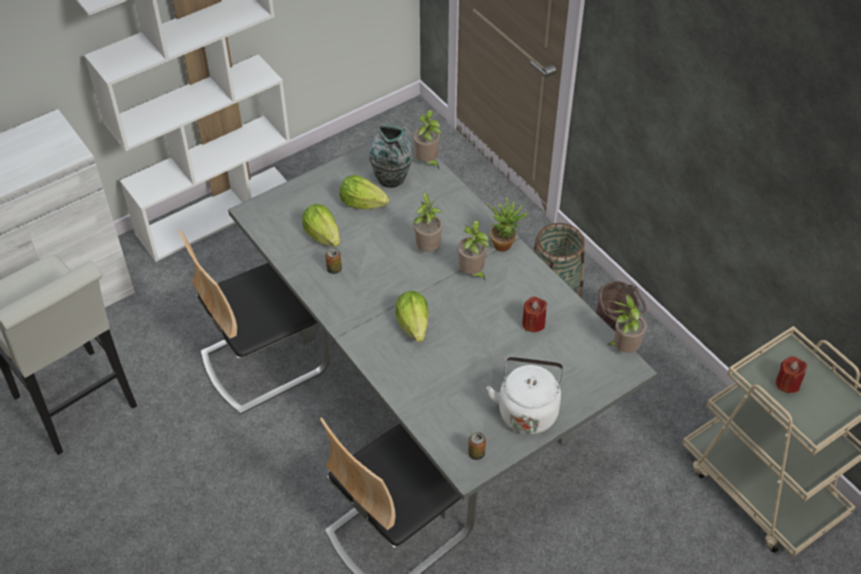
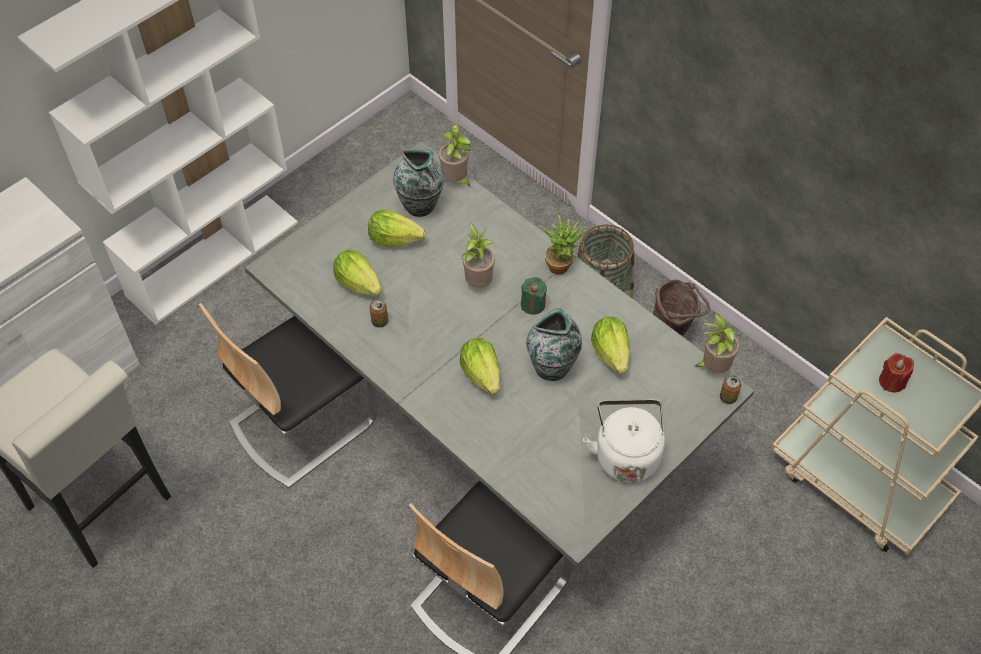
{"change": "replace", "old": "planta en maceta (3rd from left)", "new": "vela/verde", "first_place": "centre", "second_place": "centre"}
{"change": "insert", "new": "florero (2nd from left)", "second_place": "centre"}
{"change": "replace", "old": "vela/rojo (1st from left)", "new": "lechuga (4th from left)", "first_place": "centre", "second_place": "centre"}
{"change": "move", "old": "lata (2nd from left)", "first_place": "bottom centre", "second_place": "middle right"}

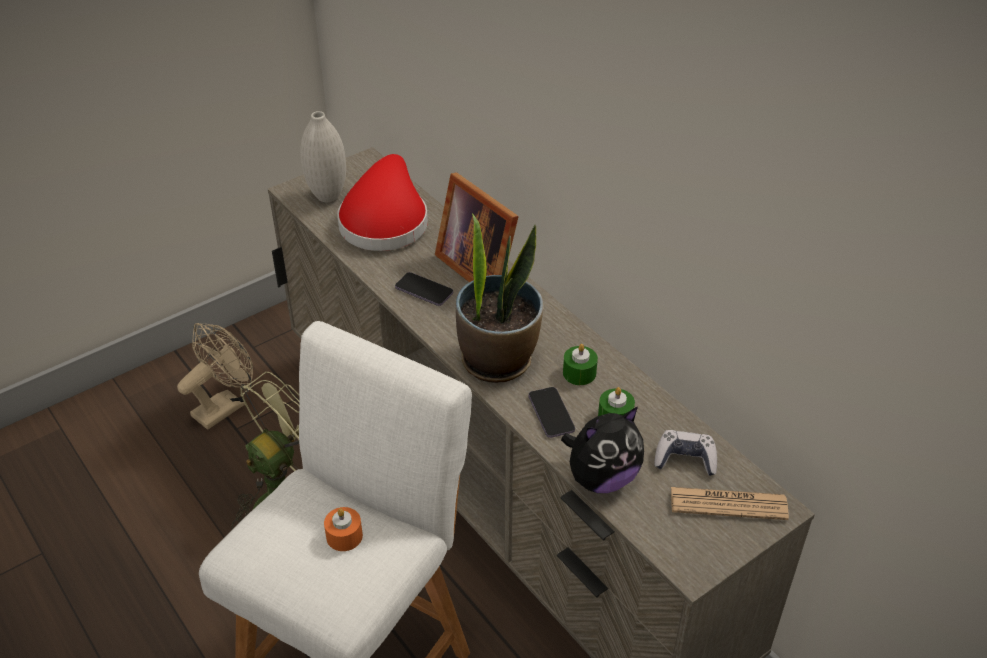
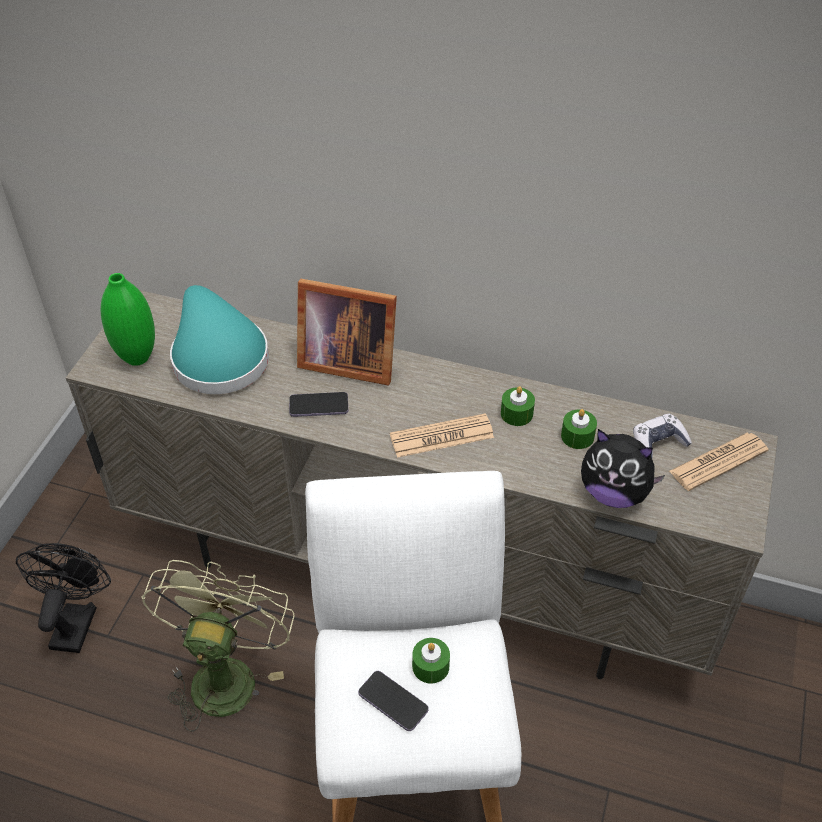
{"change": "recolor", "old": "ventilador/beis", "new": "ventilador/negro", "first_place": "middle left", "second_place": "bottom left"}
{"change": "recolor", "old": "florero/blanco", "new": "florero/verde", "first_place": "top left", "second_place": "middle left"}
{"change": "recolor", "old": "sombrero/rojo", "new": "sombrero/turquesa", "first_place": "top centre", "second_place": "middle left"}
{"change": "move", "old": "móvil (2nd from left)", "first_place": "centre", "second_place": "bottom centre"}
{"change": "replace", "old": "planta en maceta", "new": "periódico (1st from left)", "first_place": "centre", "second_place": "centre"}
{"change": "recolor", "old": "vela/naranja", "new": "vela/verde (1st from left)", "first_place": "bottom centre", "second_place": "bottom centre"}
{"change": "rotate", "old": "peluche", "first_place": "bottom centre", "second_place": "middle right", "degrees": 90}

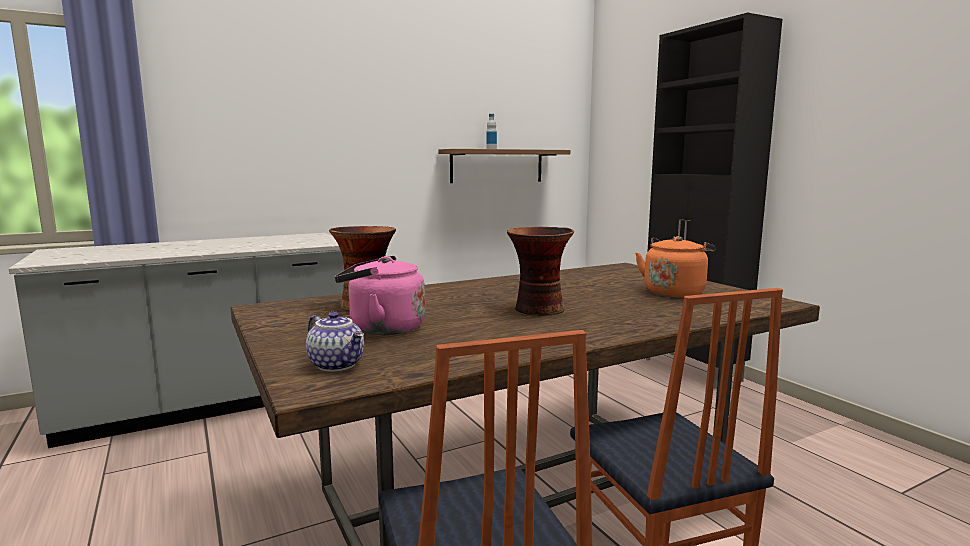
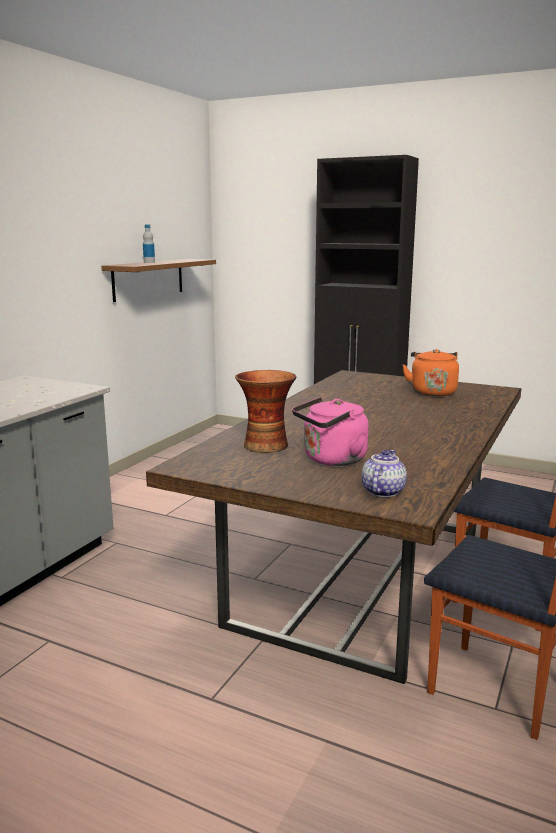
{"change": "rotate", "old": "tetera", "first_place": "centre", "second_place": "middle right", "degrees": -75}
{"change": "delete", "old": "florero (2nd from left)", "first_place": "centre"}

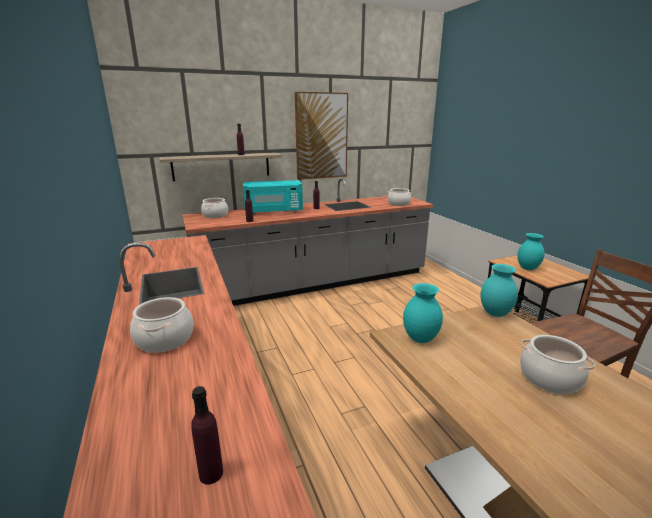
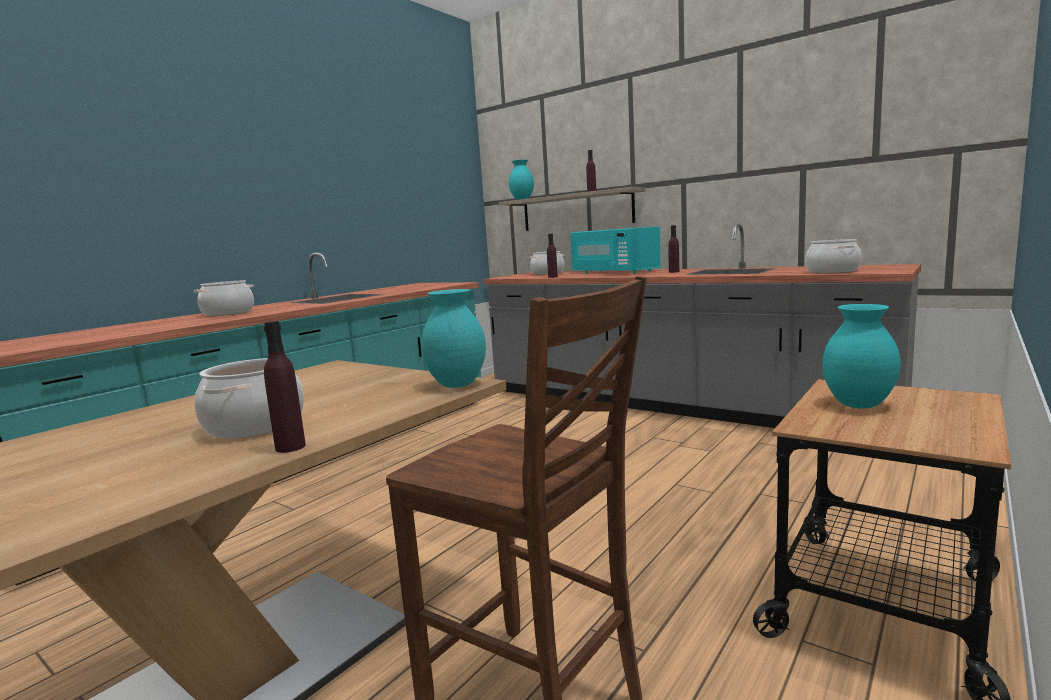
{"change": "move", "old": "botella/morado (1st from left)", "first_place": "bottom left", "second_place": "middle left"}
{"change": "move", "old": "florero/turquesa (1st from left in the first image)", "new": "florero/turquesa (2nd from left)", "first_place": "centre", "second_place": "top centre"}
{"change": "delete", "old": "cuadro", "first_place": "top centre"}

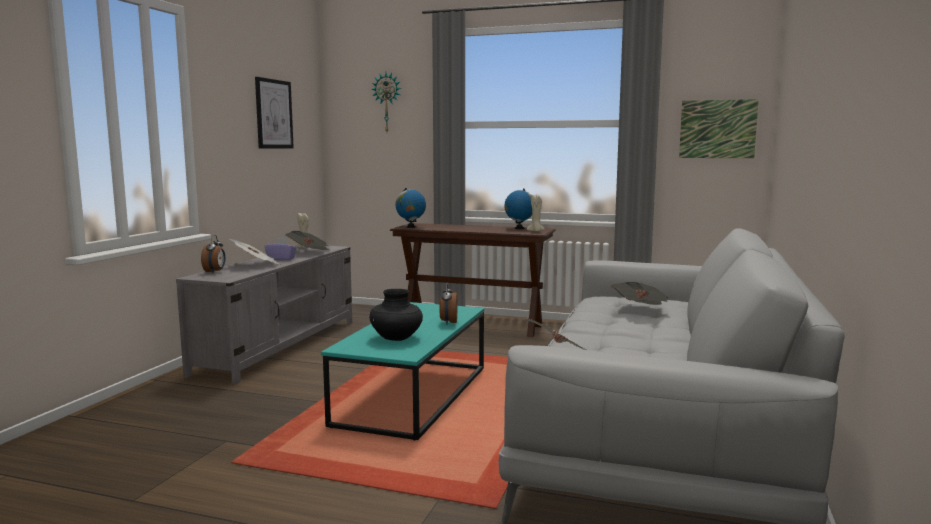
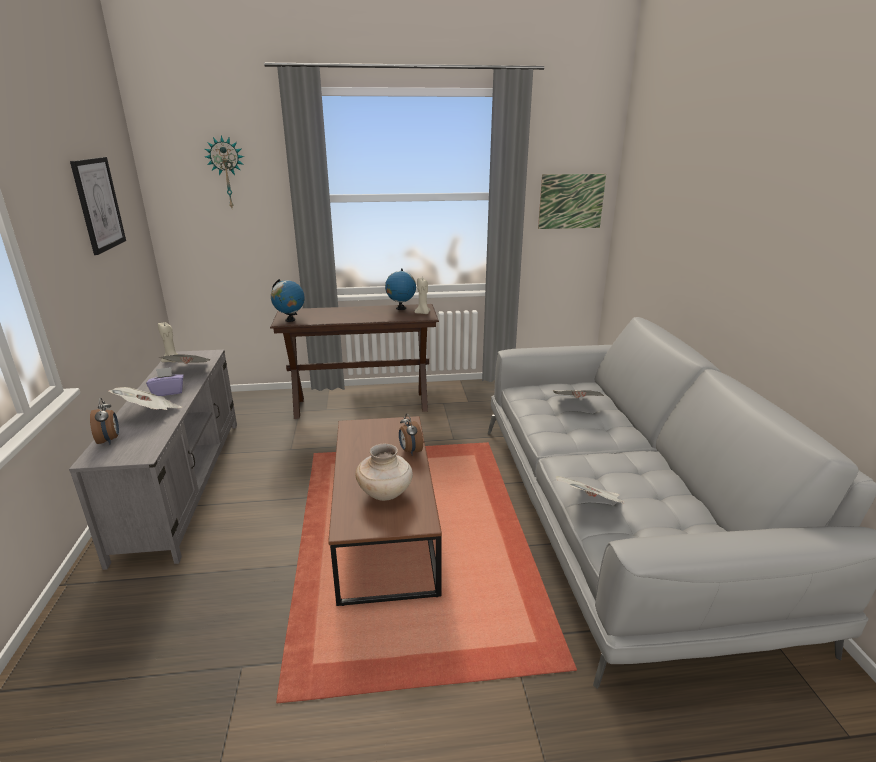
{"change": "recolor", "old": "mesa de centro/turquesa", "new": "mesa de centro/marrón", "first_place": "bottom centre", "second_place": "bottom centre"}
{"change": "recolor", "old": "florero/negro", "new": "florero/beis", "first_place": "centre", "second_place": "centre"}

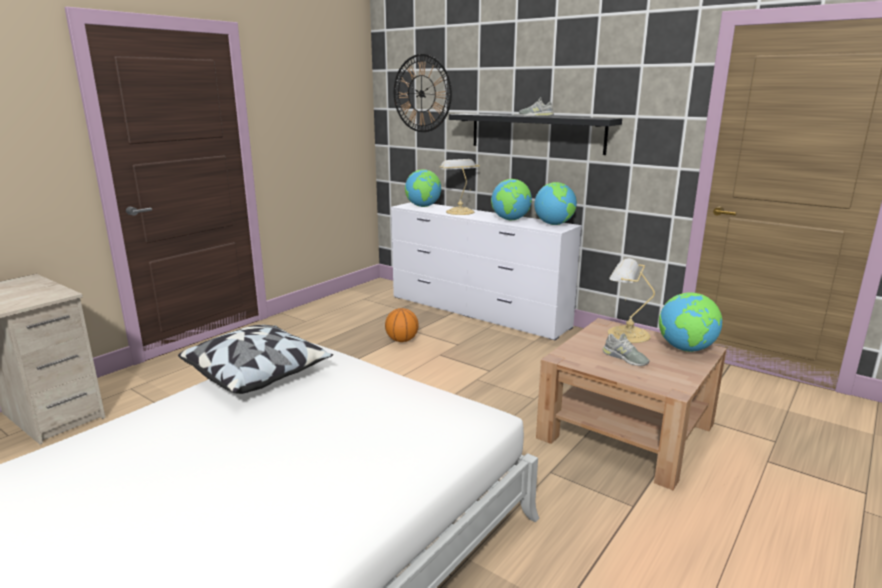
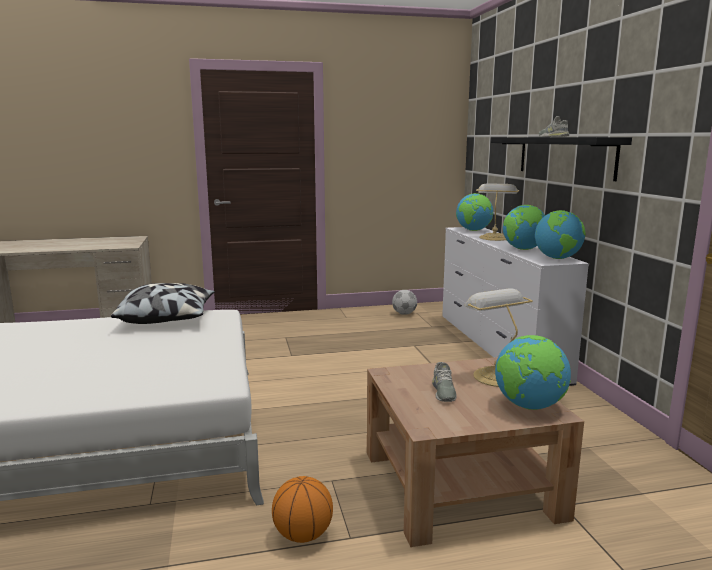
{"change": "move", "old": "balón de baloncesto", "first_place": "centre", "second_place": "bottom centre"}
{"change": "insert", "new": "balón de fútbol", "second_place": "centre"}
{"change": "delete", "old": "reloj de pared", "first_place": "top centre"}

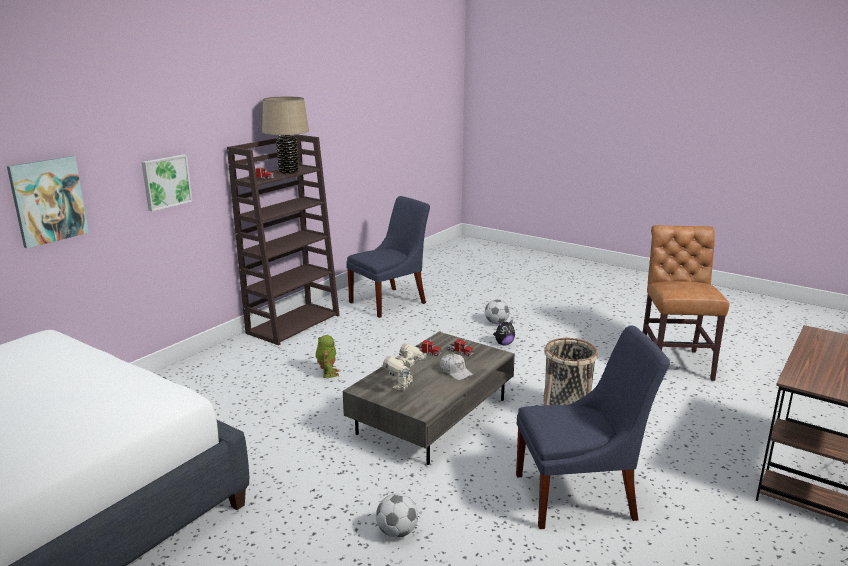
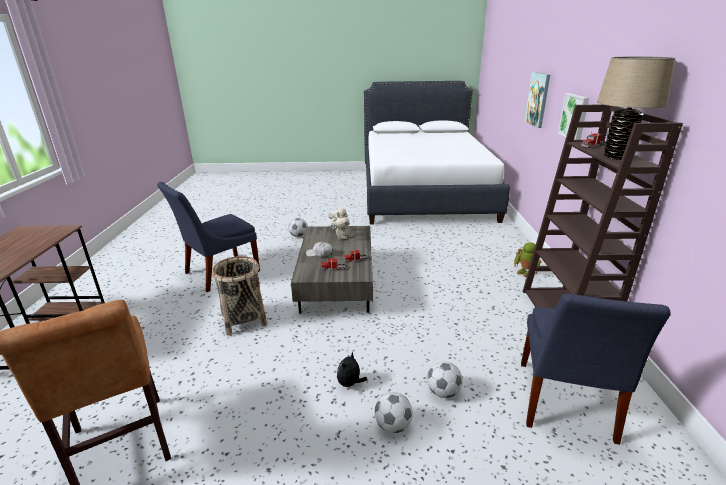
{"change": "insert", "new": "balón de fútbol (3rd from left)", "second_place": "bottom centre"}
{"change": "move", "old": "robot de juguete (1st from left in the first image)", "new": "robot de juguete (2nd from left)", "first_place": "centre", "second_place": "middle right"}

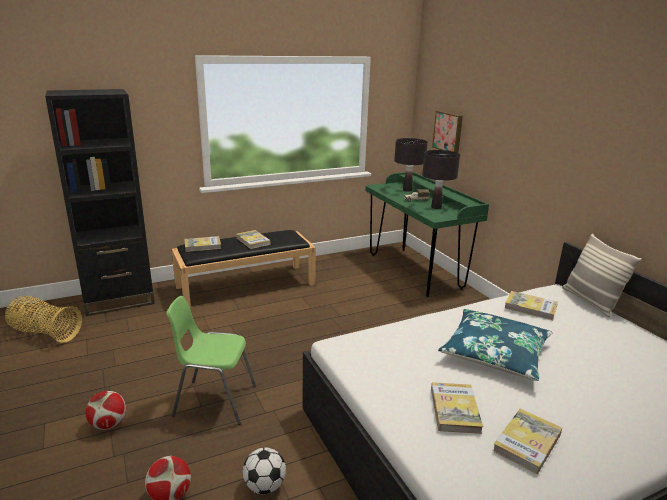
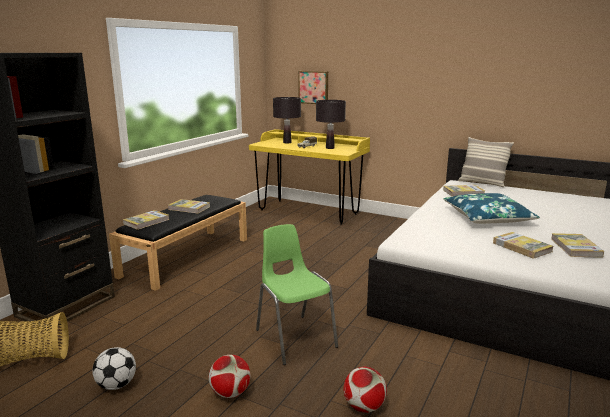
{"change": "move", "old": "balón de fútbol (3rd from left in the first image)", "new": "balón de fútbol (1st from left)", "first_place": "bottom centre", "second_place": "bottom left"}
{"change": "recolor", "old": "escritorio/verde", "new": "escritorio/amarillo", "first_place": "centre", "second_place": "centre"}
{"change": "rotate", "old": "silla/verde", "first_place": "bottom left", "second_place": "bottom centre", "degrees": 90}

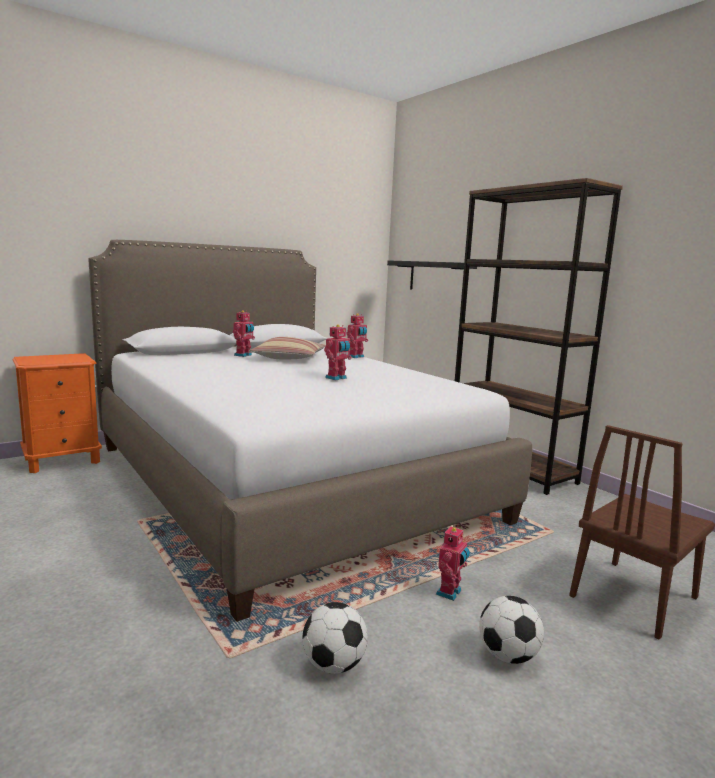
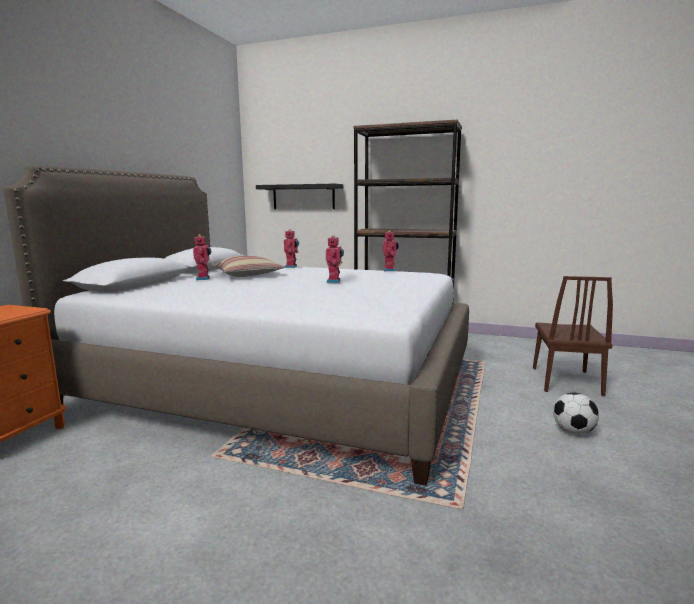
{"change": "move", "old": "robot de juguete (4th from left)", "first_place": "bottom centre", "second_place": "centre"}
{"change": "delete", "old": "balón de fútbol (1st from left)", "first_place": "bottom centre"}

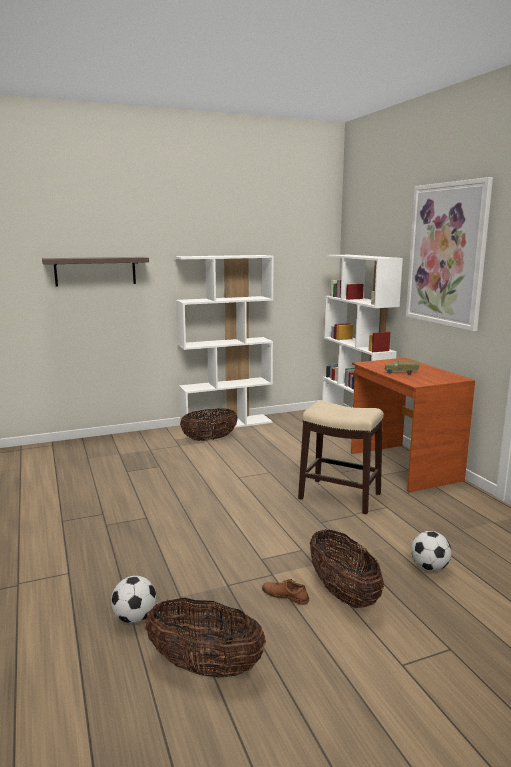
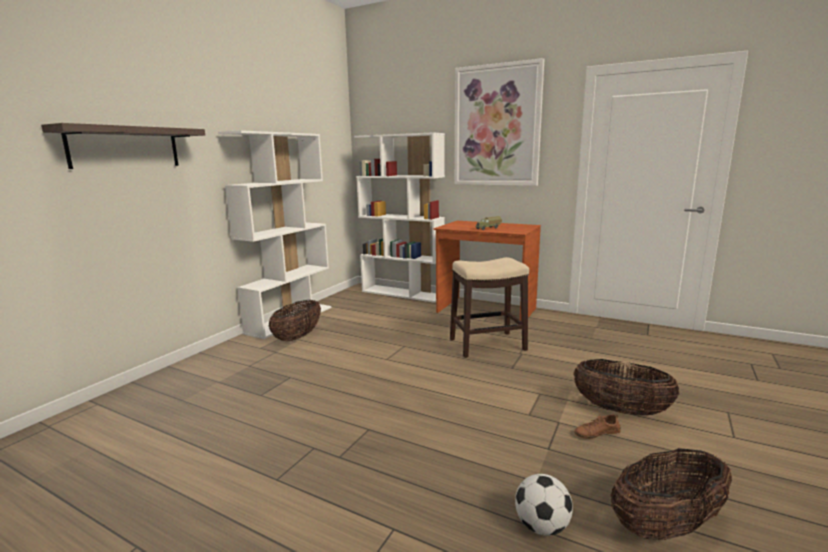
{"change": "delete", "old": "balón de fútbol (2nd from left)", "first_place": "bottom right"}

